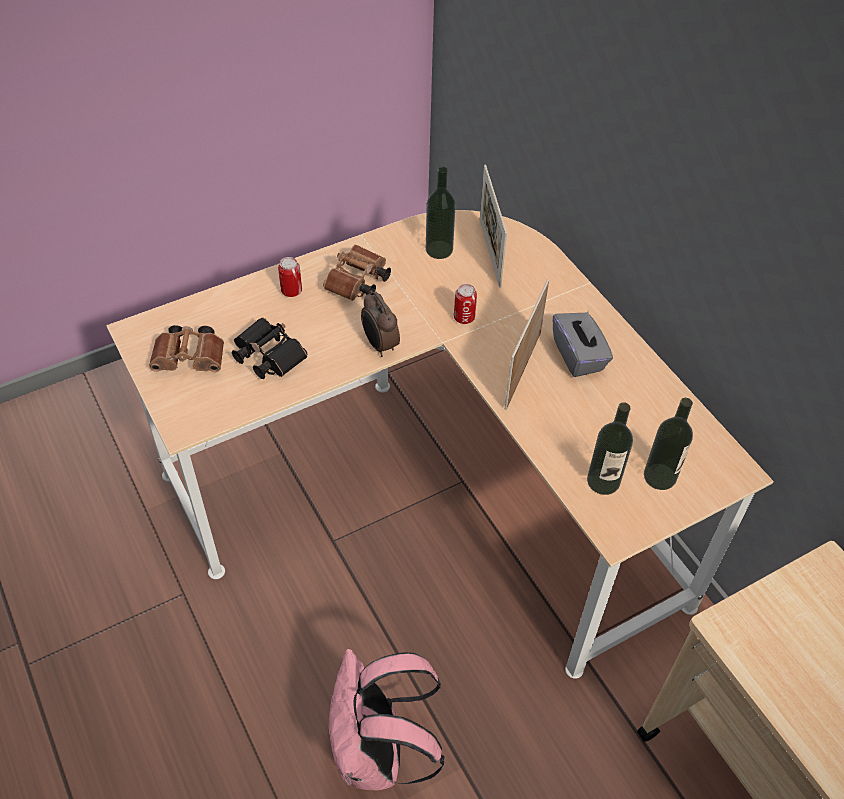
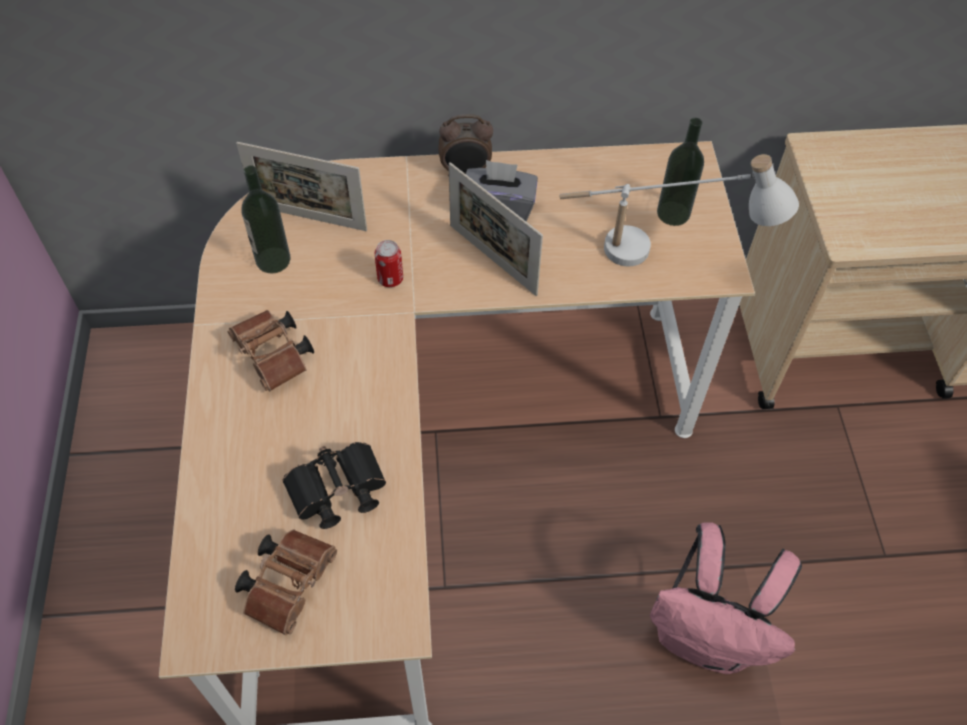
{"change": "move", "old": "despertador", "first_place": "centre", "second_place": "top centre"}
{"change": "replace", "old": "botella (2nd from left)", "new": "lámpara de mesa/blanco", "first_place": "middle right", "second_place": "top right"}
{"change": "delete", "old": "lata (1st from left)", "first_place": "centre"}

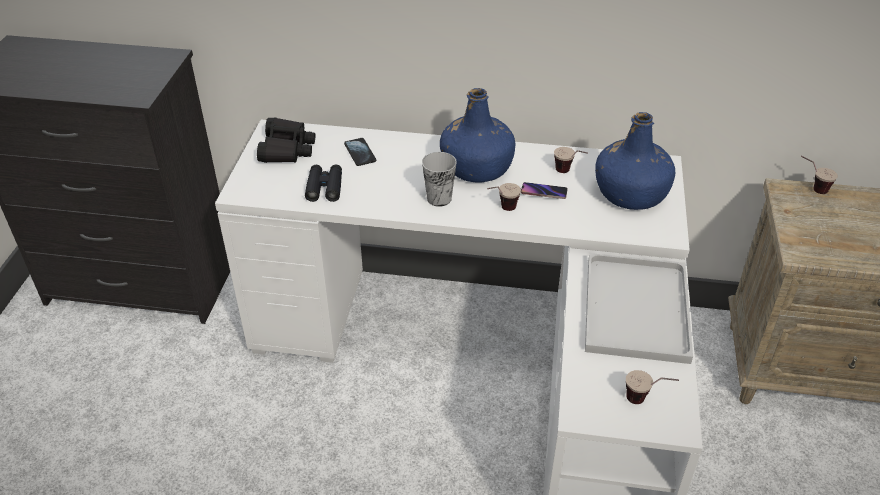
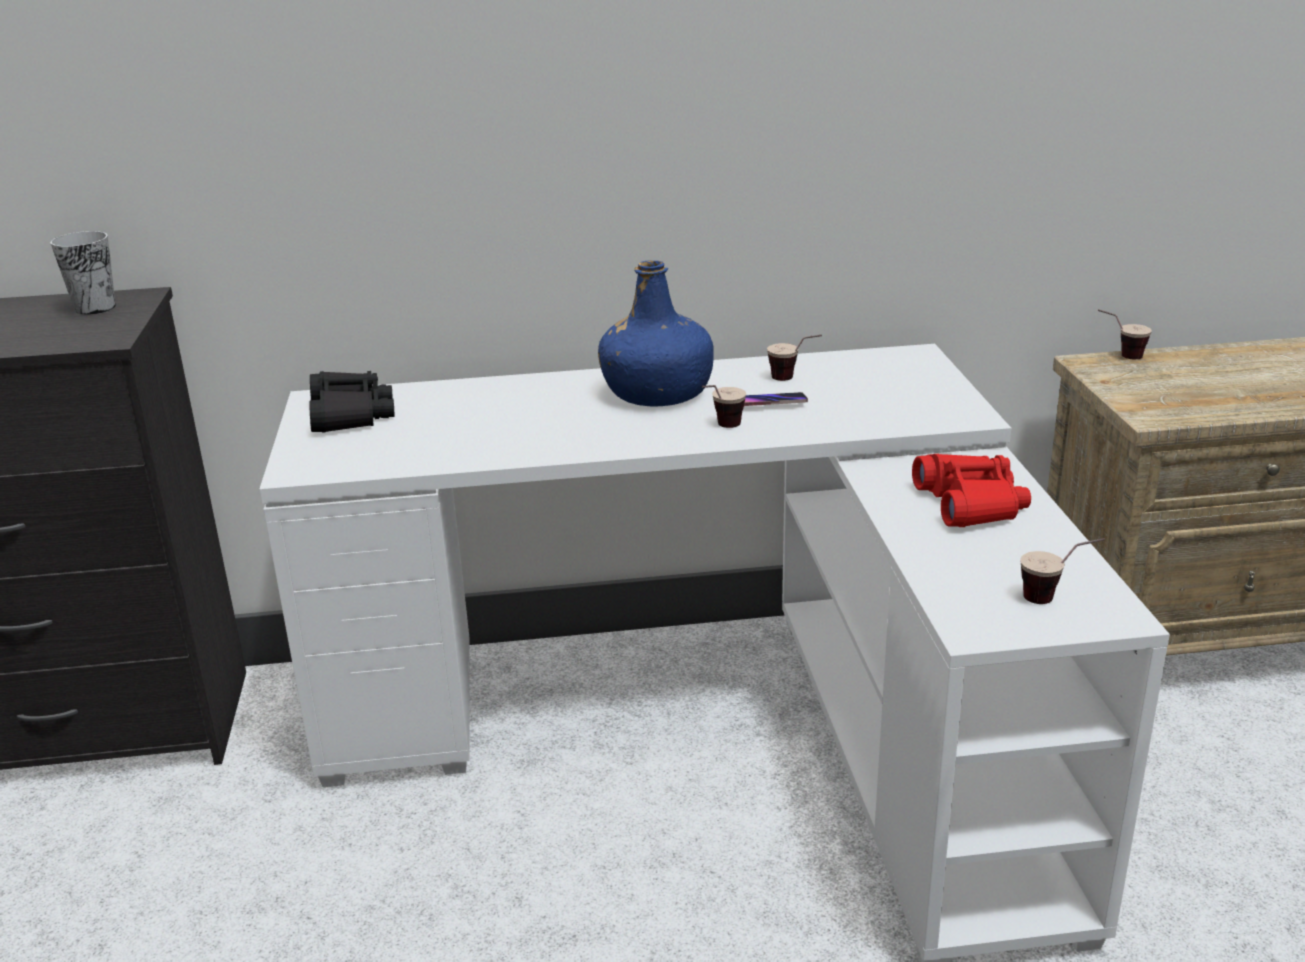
{"change": "move", "old": "taza (1st from left)", "first_place": "centre", "second_place": "top left"}
{"change": "replace", "old": "bandeja/blanco", "new": "prismáticos/rojo", "first_place": "middle right", "second_place": "middle right"}
{"change": "delete", "old": "prismáticos/negro (2nd from left)", "first_place": "centre"}
{"change": "delete", "old": "móvil (1st from left)", "first_place": "top centre"}
{"change": "delete", "old": "botella/azul (2nd from left)", "first_place": "top right"}

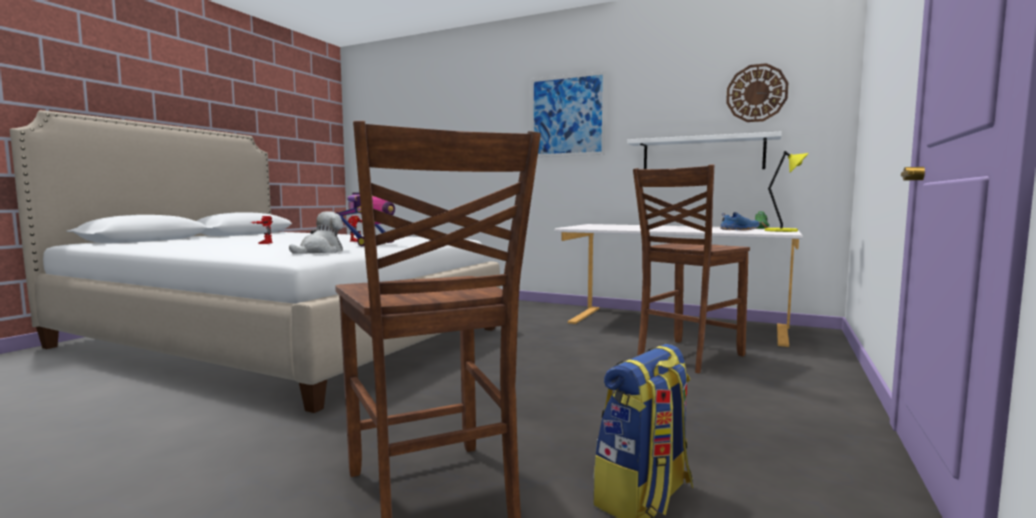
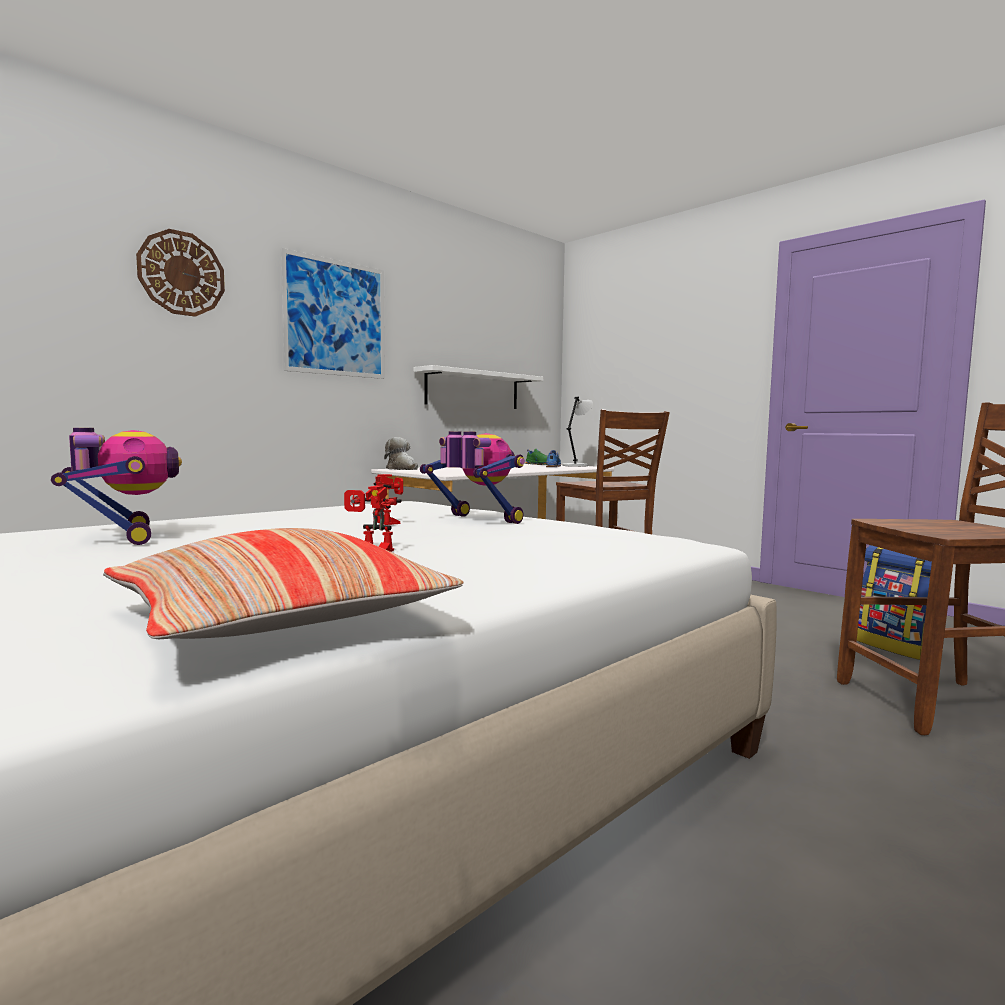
{"change": "insert", "new": "robot de juguete (1st from left)", "second_place": "middle left"}
{"change": "insert", "new": "cojín", "second_place": "middle left"}
{"change": "move", "old": "reloj de pared", "first_place": "top right", "second_place": "top left"}
{"change": "move", "old": "peluche", "first_place": "middle left", "second_place": "centre"}
{"change": "recolor", "old": "lámpara de mesa/amarillo", "new": "lámpara de mesa/gris", "first_place": "middle right", "second_place": "centre"}

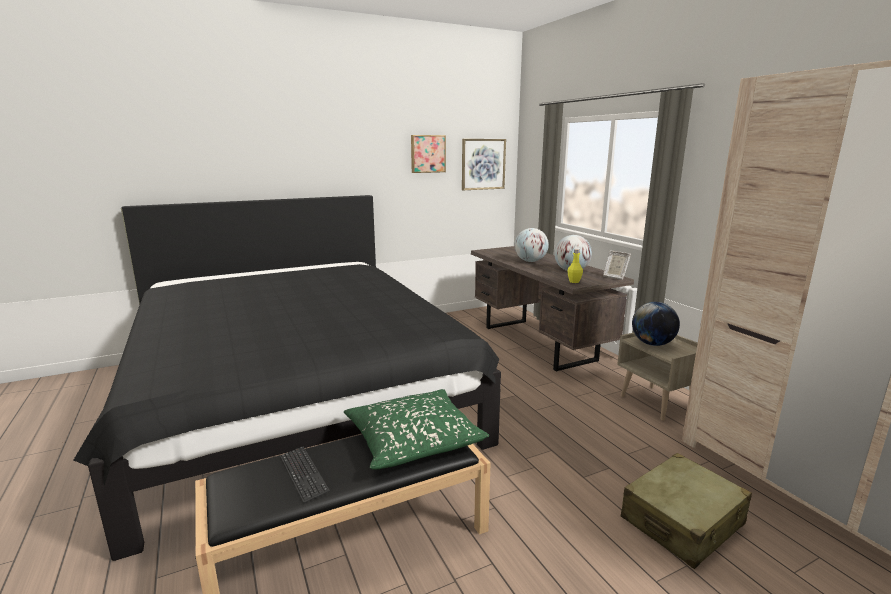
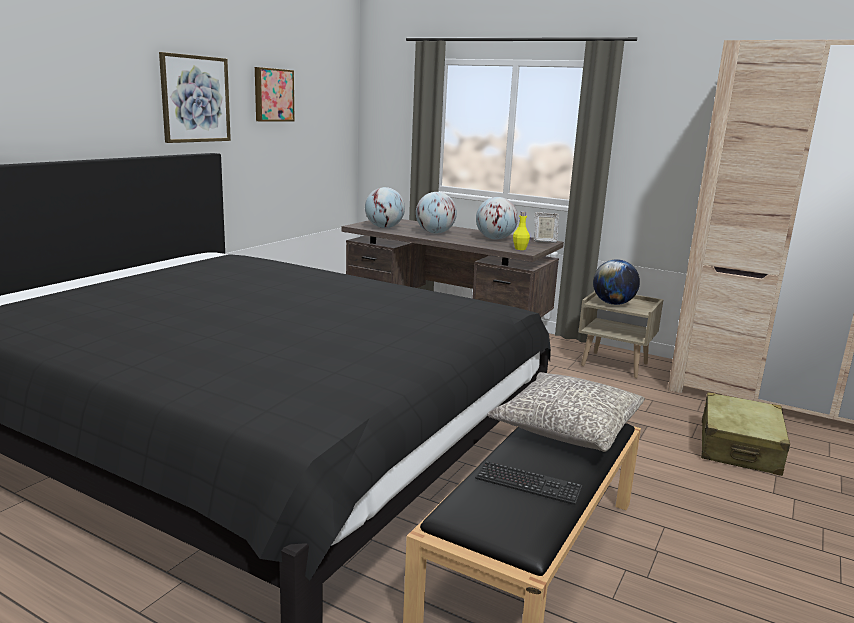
{"change": "move", "old": "cuadro (2nd from left in the first image)", "new": "cuadro (1st from left)", "first_place": "top centre", "second_place": "top left"}
{"change": "insert", "new": "globo terráqueo (1st from left)", "second_place": "top centre"}
{"change": "recolor", "old": "cojín/verde", "new": "cojín/gris", "first_place": "bottom centre", "second_place": "centre"}

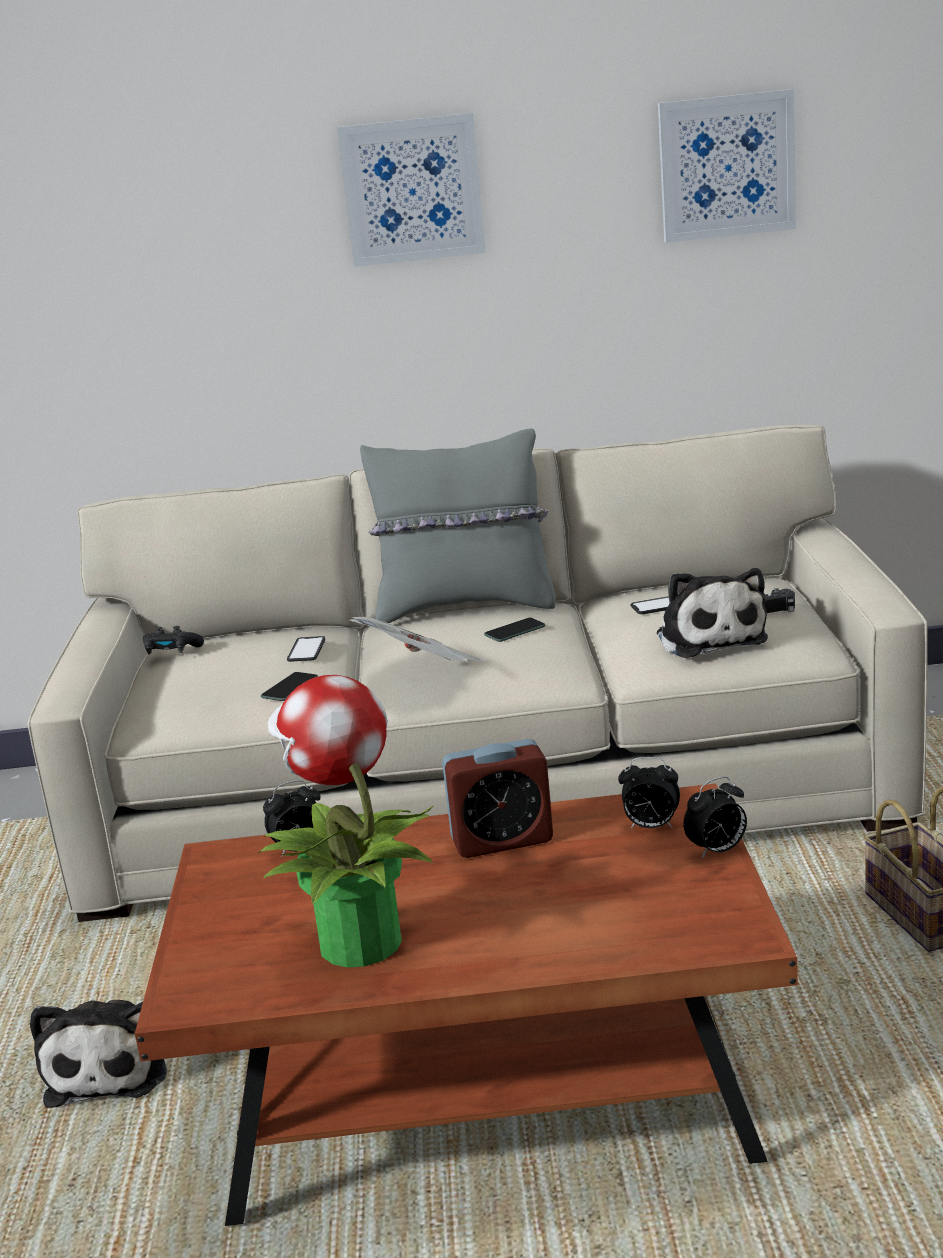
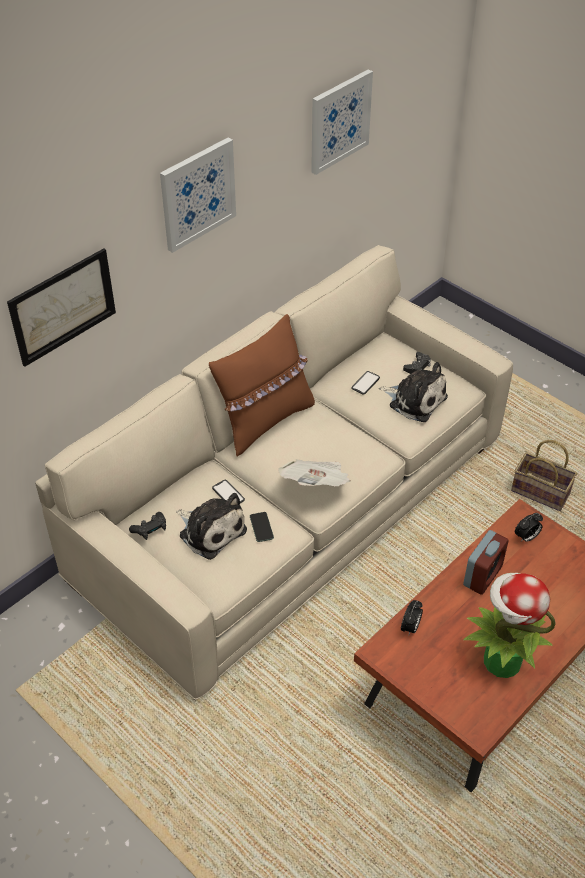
{"change": "insert", "new": "cuadro (1st from left)", "second_place": "middle left"}
{"change": "move", "old": "peluche (1st from left)", "first_place": "bottom left", "second_place": "centre"}
{"change": "recolor", "old": "cojín/gris", "new": "cojín/marrón", "first_place": "centre", "second_place": "centre"}
{"change": "delete", "old": "móvil (3rd from left)", "first_place": "centre"}
{"change": "delete", "old": "despertador (4th from left)", "first_place": "middle right"}

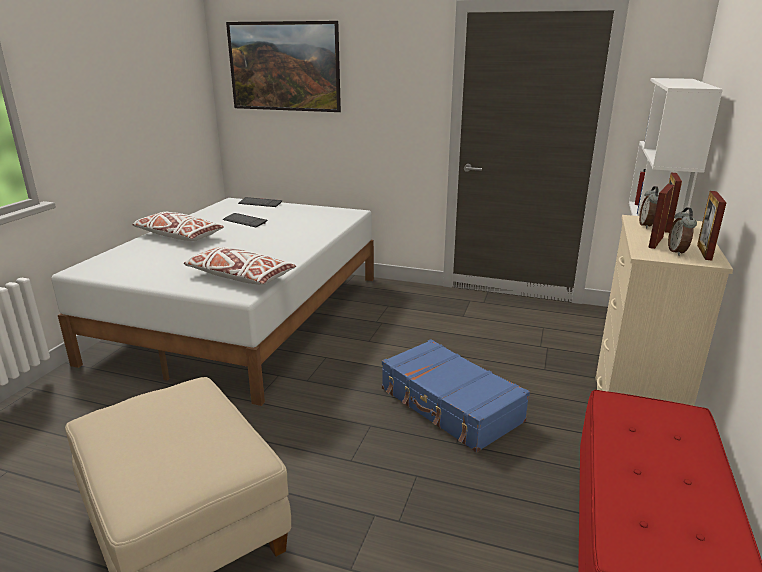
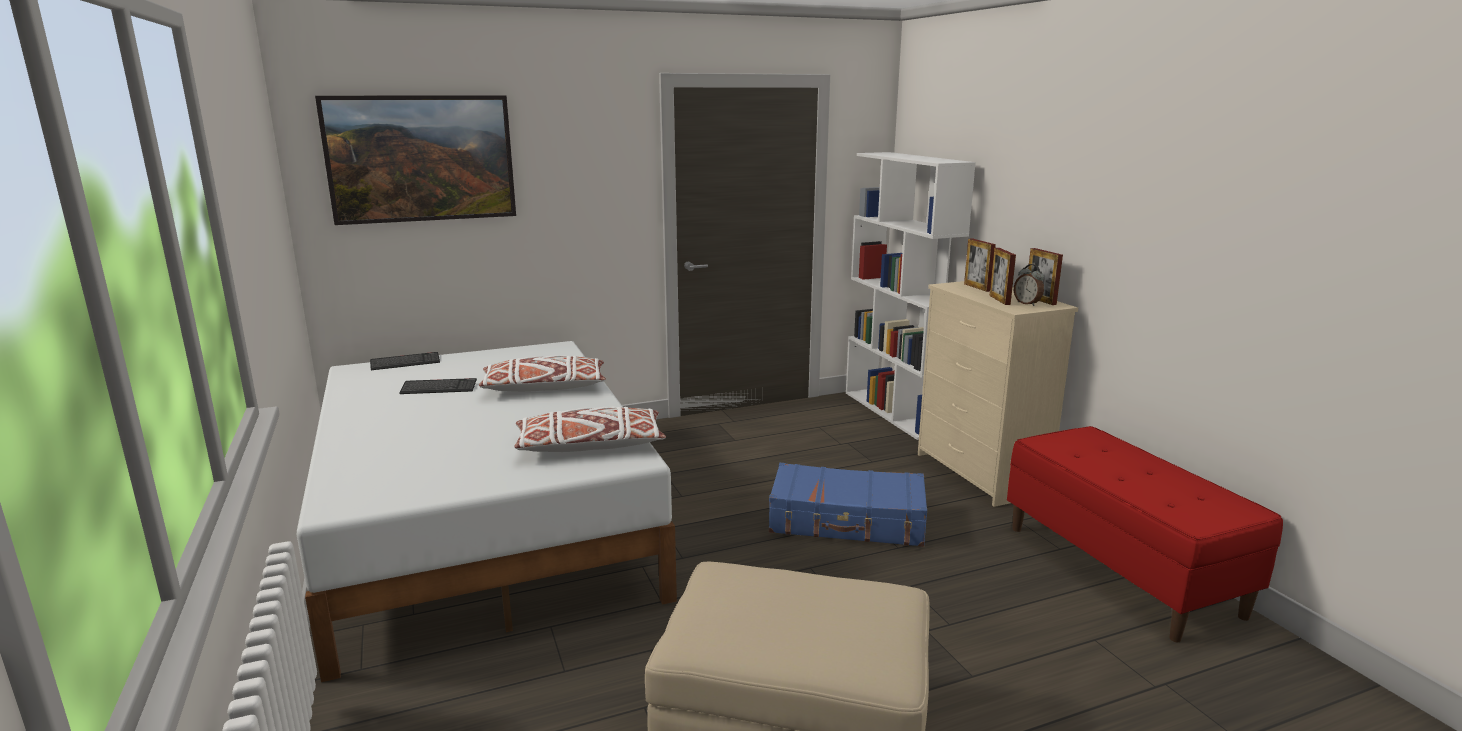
{"change": "move", "old": "cojín/blanco (1st from left)", "first_place": "middle left", "second_place": "centre"}
{"change": "delete", "old": "despertador (1st from left)", "first_place": "middle right"}

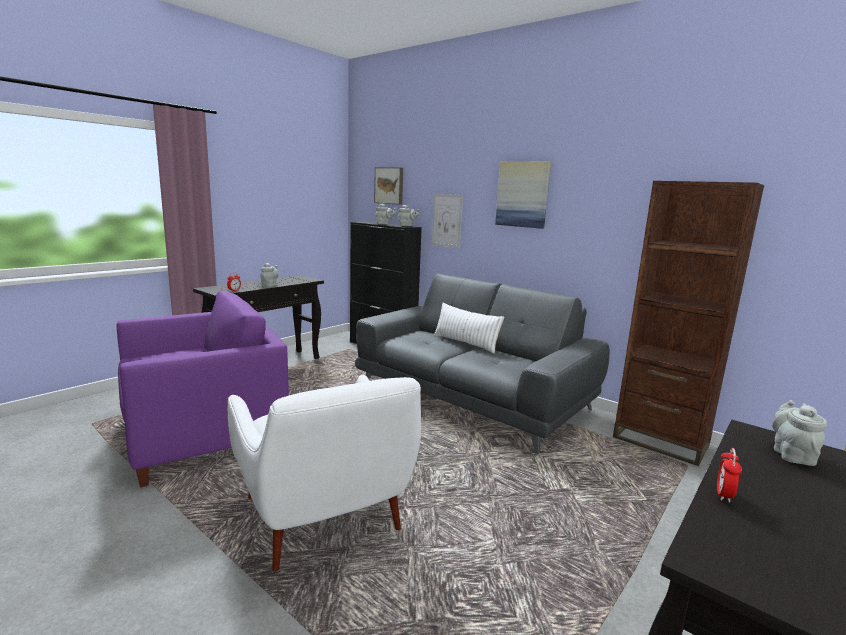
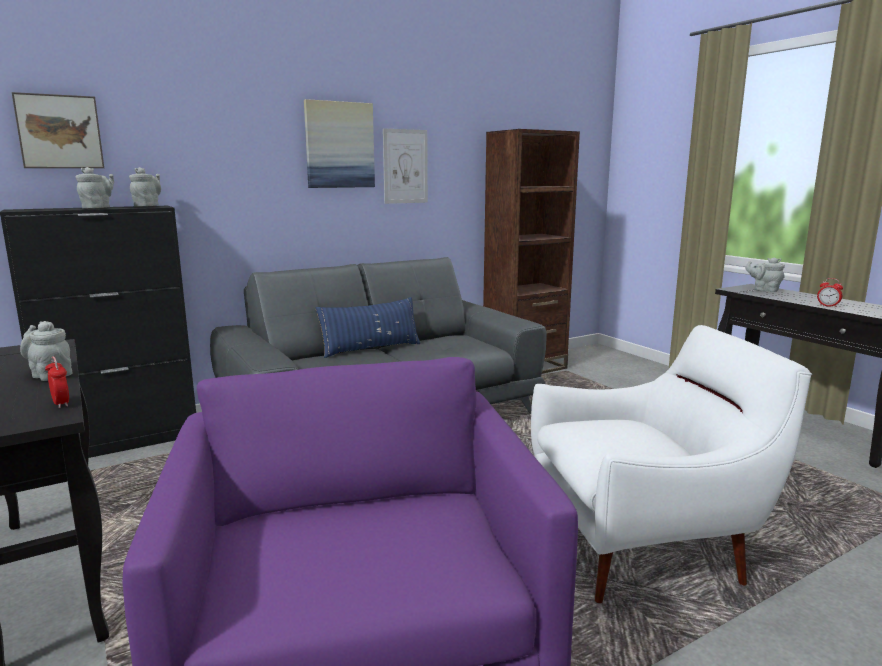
{"change": "recolor", "old": "cojín/blanco", "new": "cojín/azul", "first_place": "centre", "second_place": "centre"}
{"change": "move", "old": "cuadro (2nd from left in the first image)", "new": "cuadro (3rd from left)", "first_place": "centre", "second_place": "top centre"}

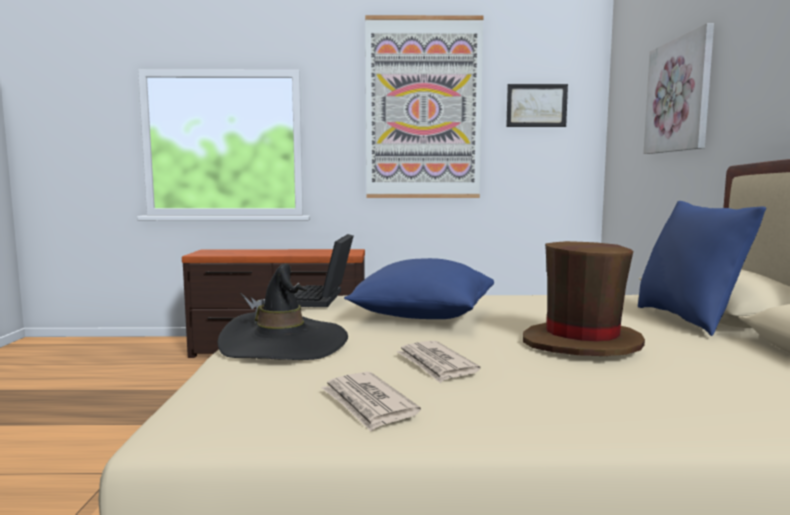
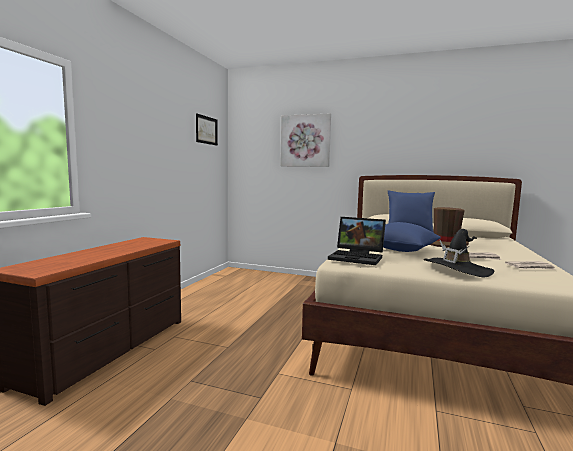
{"change": "delete", "old": "cuadro (1st from left)", "first_place": "top centre"}

